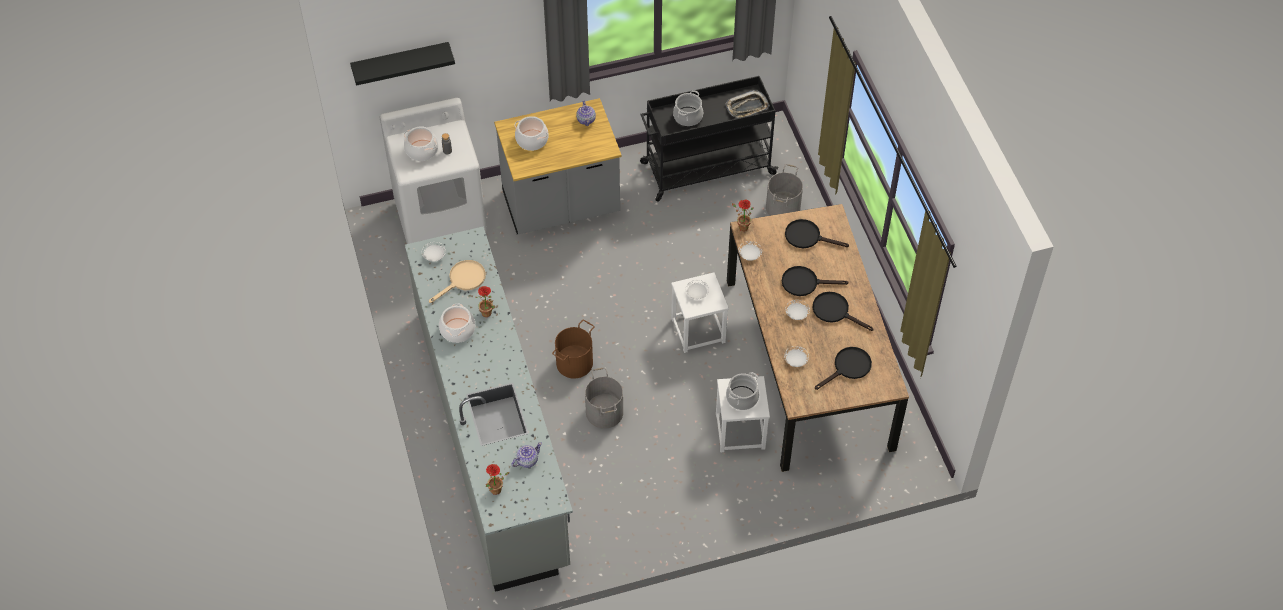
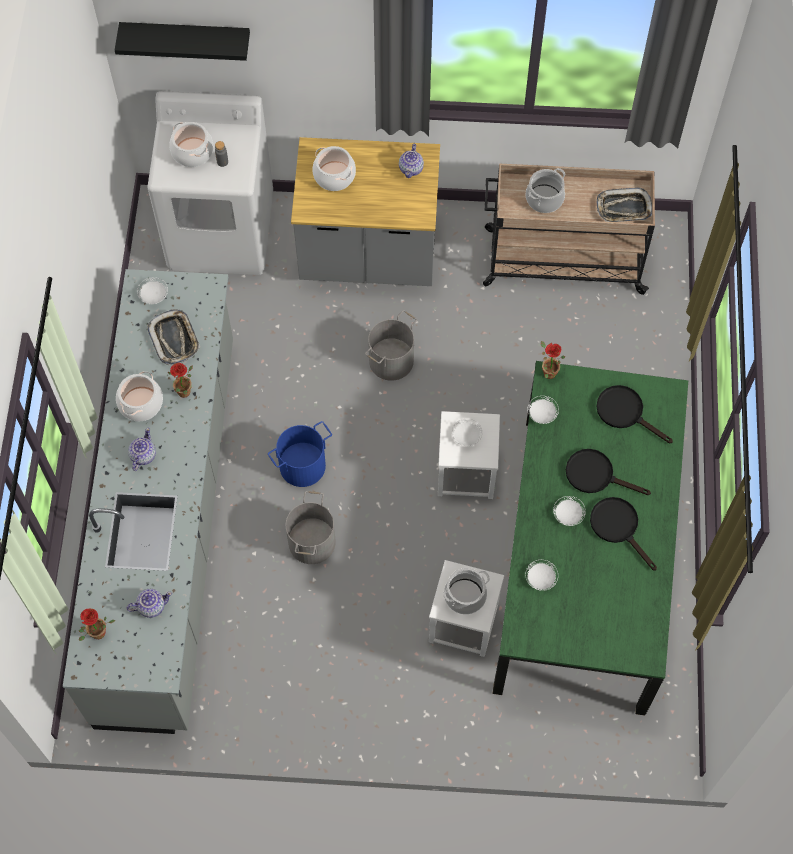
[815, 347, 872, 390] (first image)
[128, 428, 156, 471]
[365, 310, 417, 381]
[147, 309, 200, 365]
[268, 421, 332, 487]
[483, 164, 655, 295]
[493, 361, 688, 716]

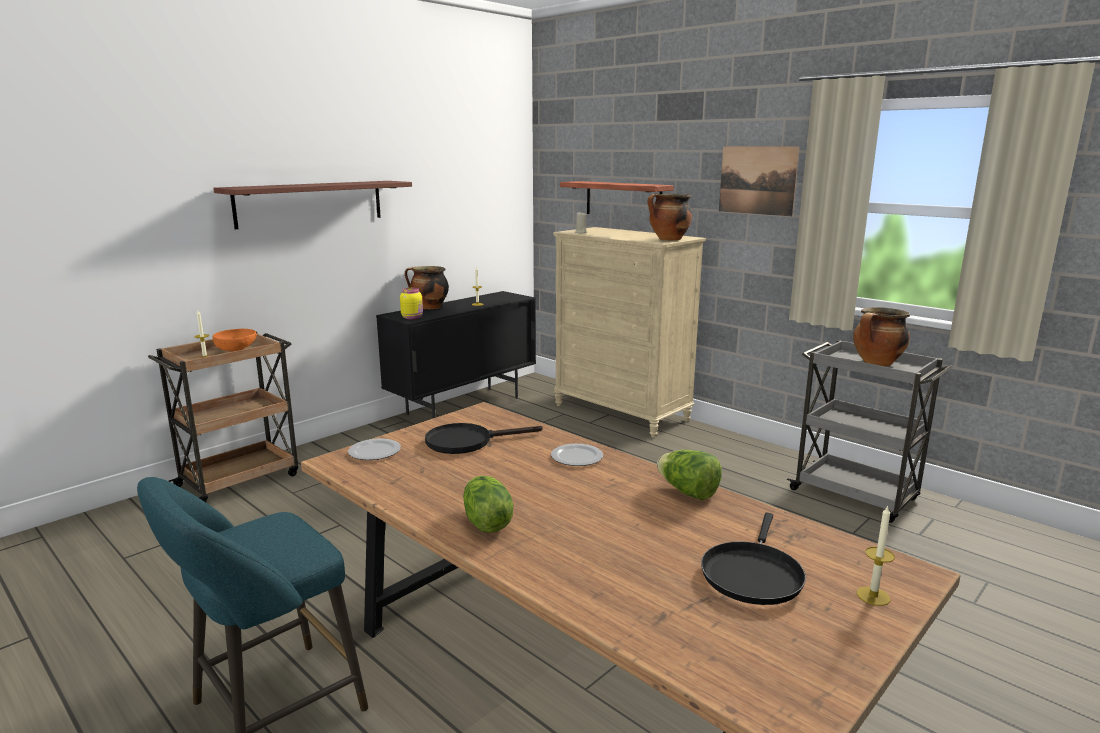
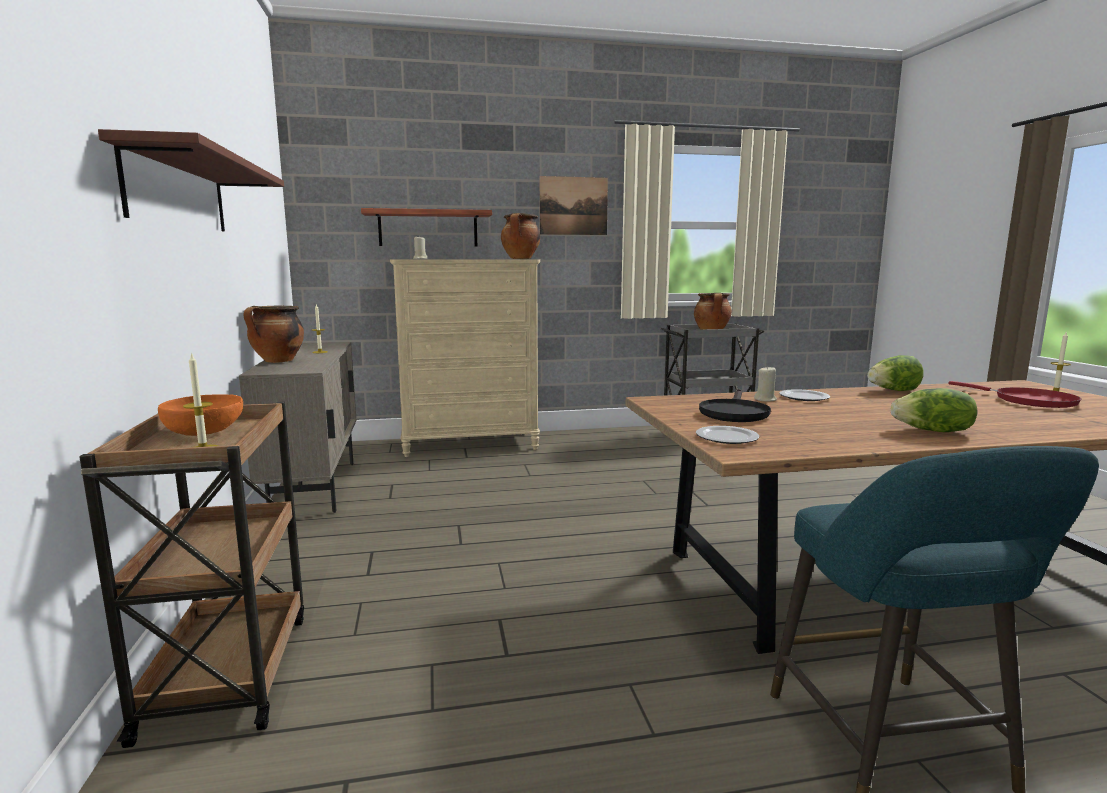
[400, 288, 423, 320] (first image)
[754, 366, 777, 402]
[239, 342, 357, 513]
[948, 381, 1081, 408]

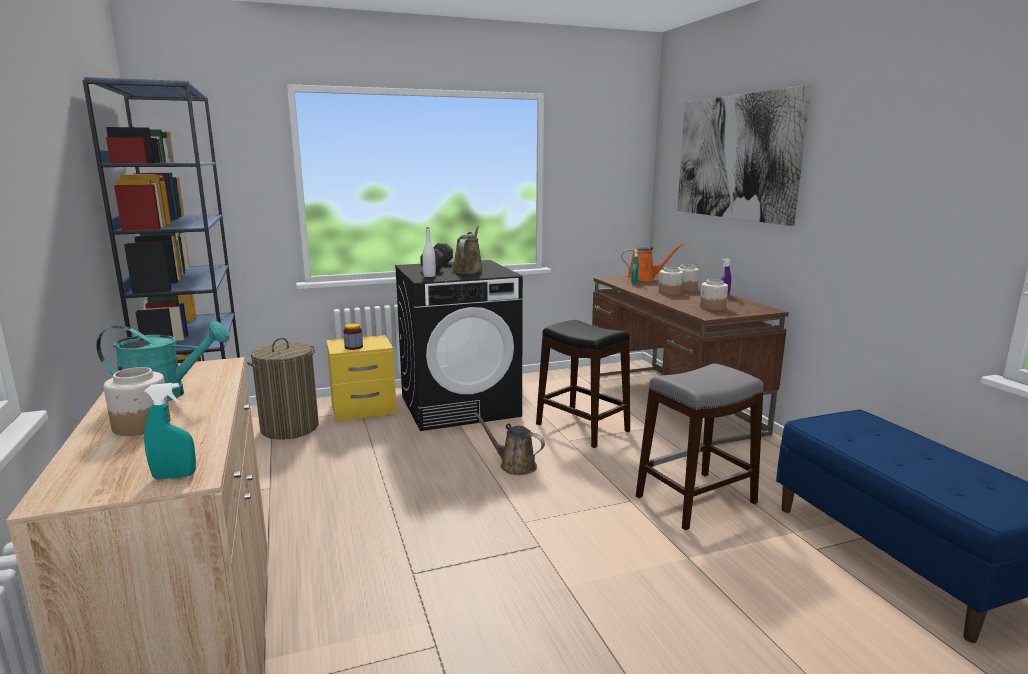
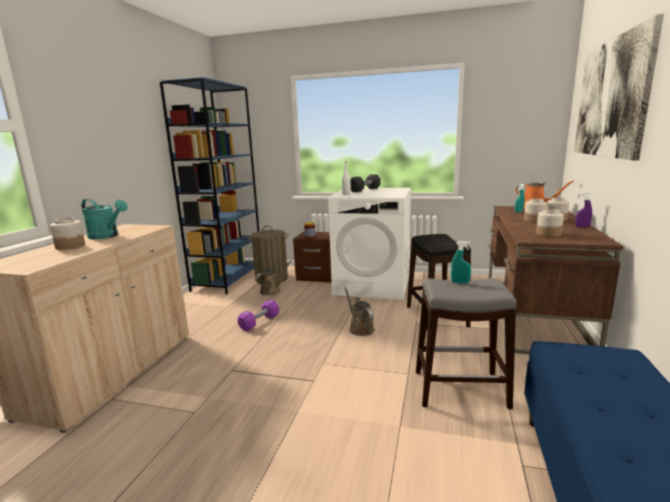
[238, 300, 279, 331]
[451, 241, 471, 284]
[255, 260, 292, 295]
[293, 232, 332, 283]
[328, 188, 411, 300]

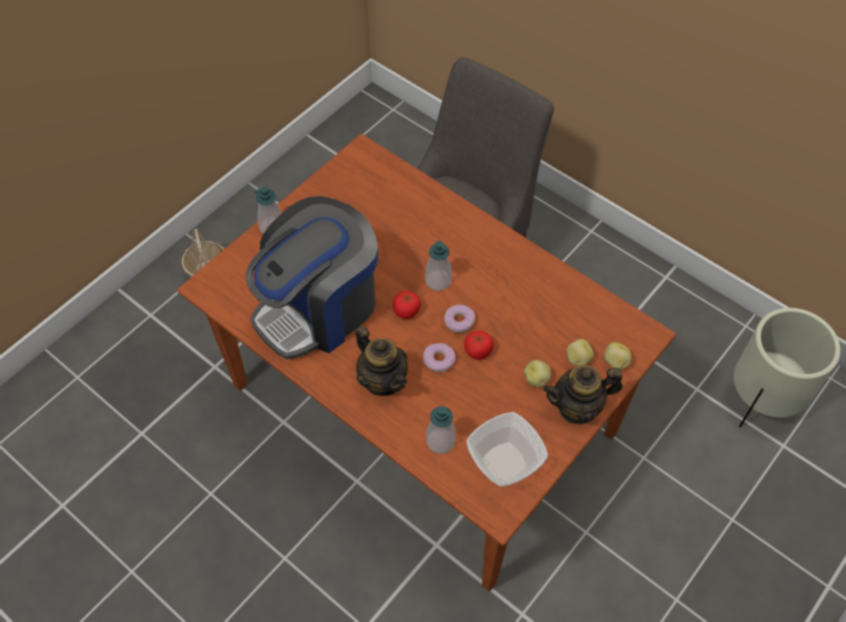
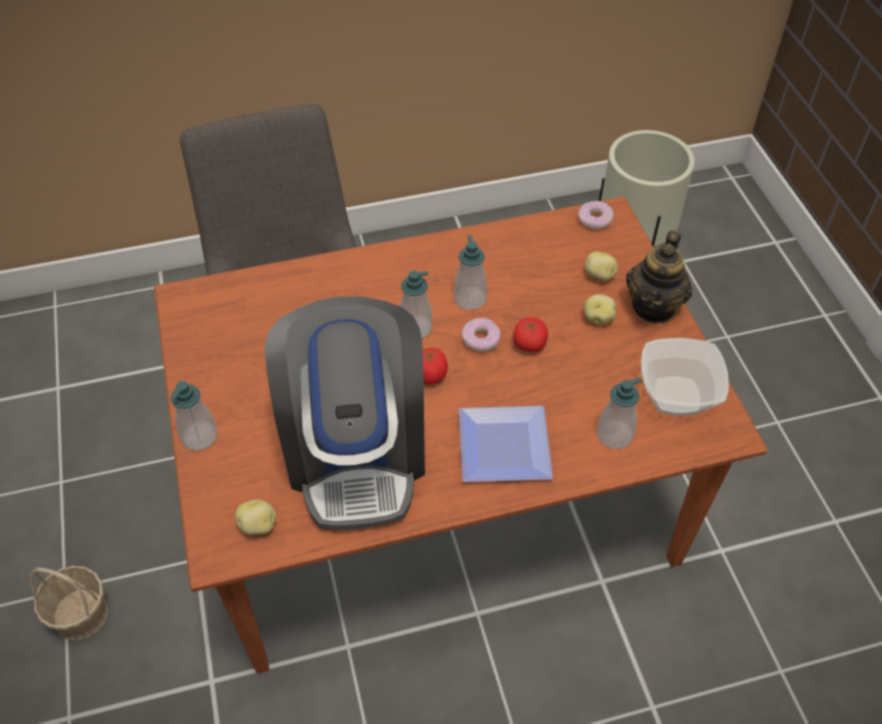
[454, 235, 487, 310]
[578, 201, 614, 230]
[235, 499, 276, 535]
[459, 406, 553, 482]

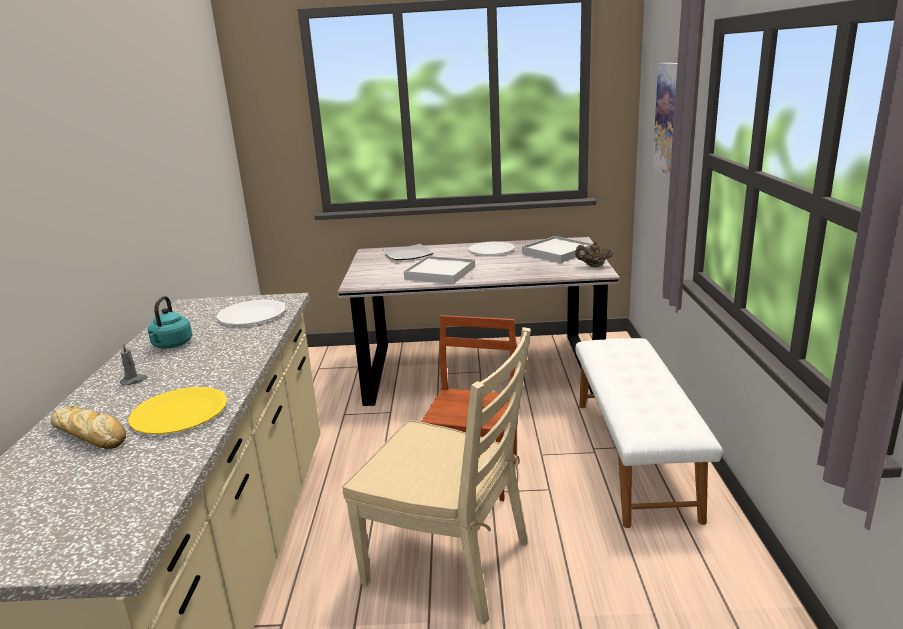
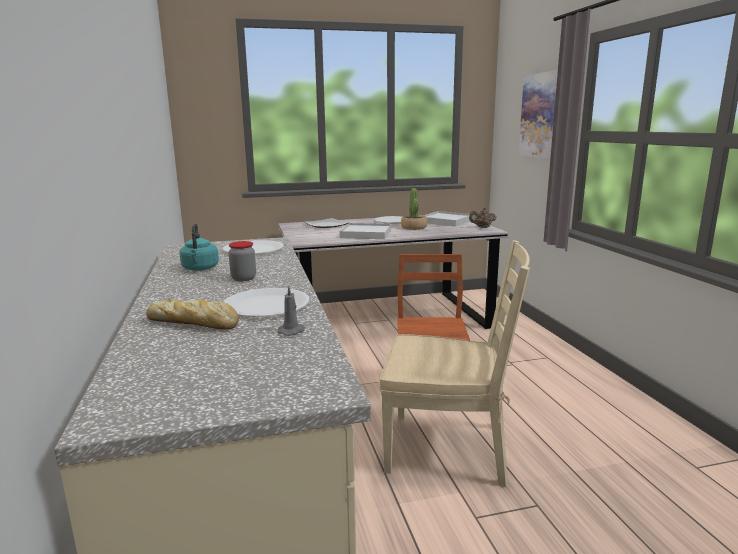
[575, 338, 723, 528] (first image)
[228, 241, 256, 281]
[401, 188, 427, 230]
[277, 286, 305, 336]
[223, 288, 309, 317]

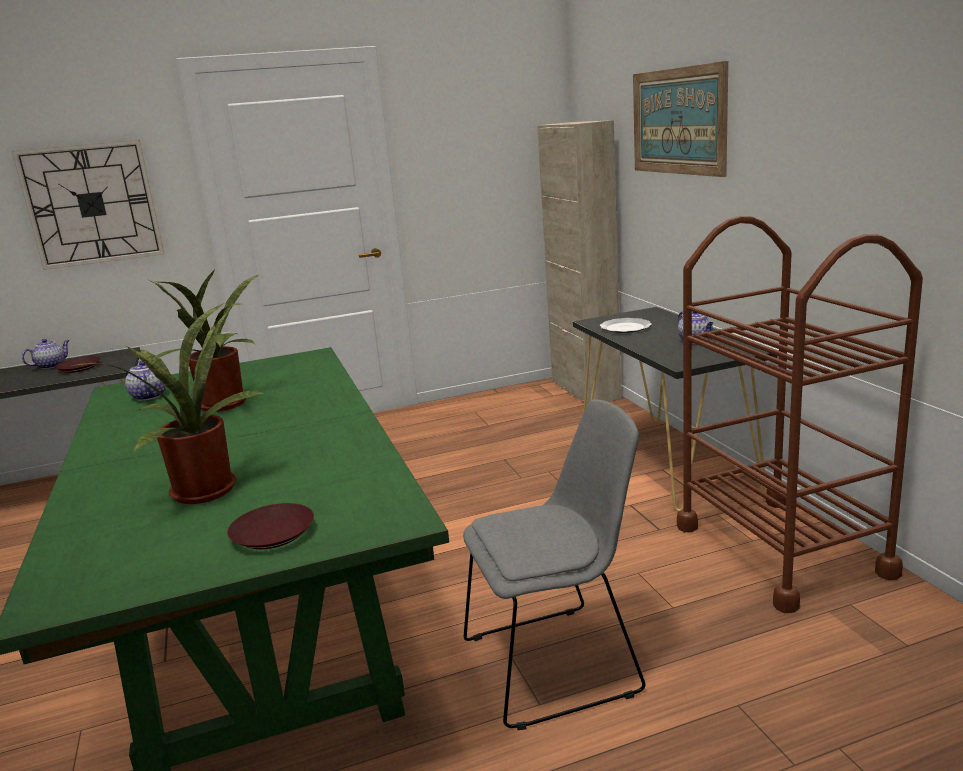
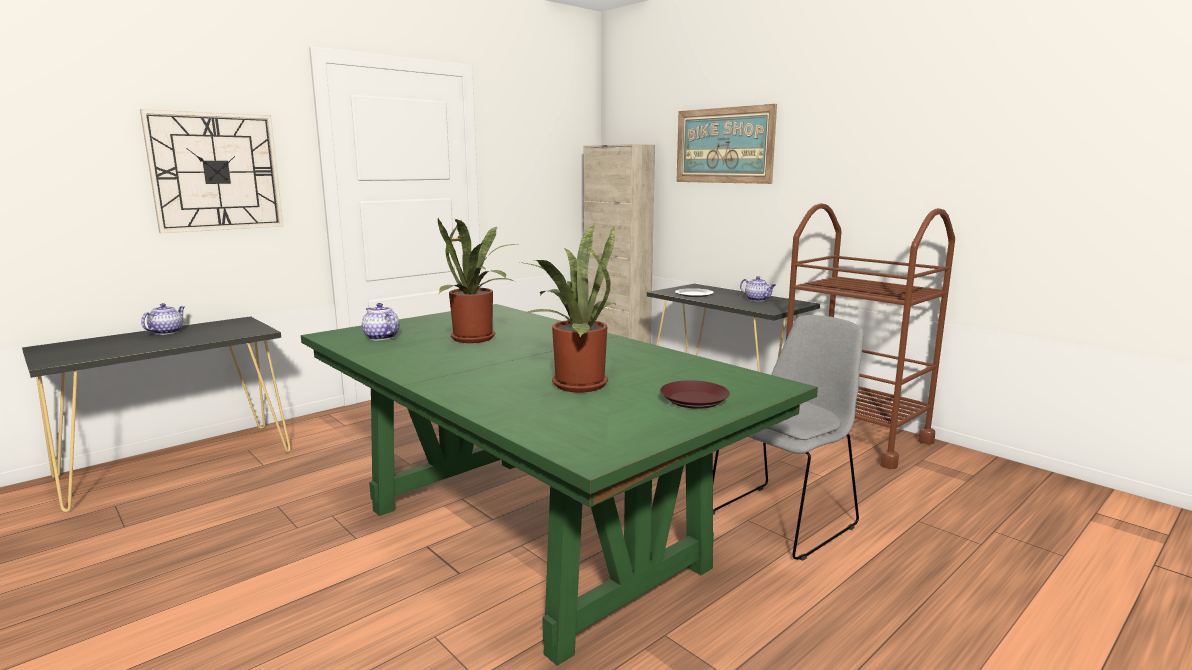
[55, 356, 100, 373] (first image)

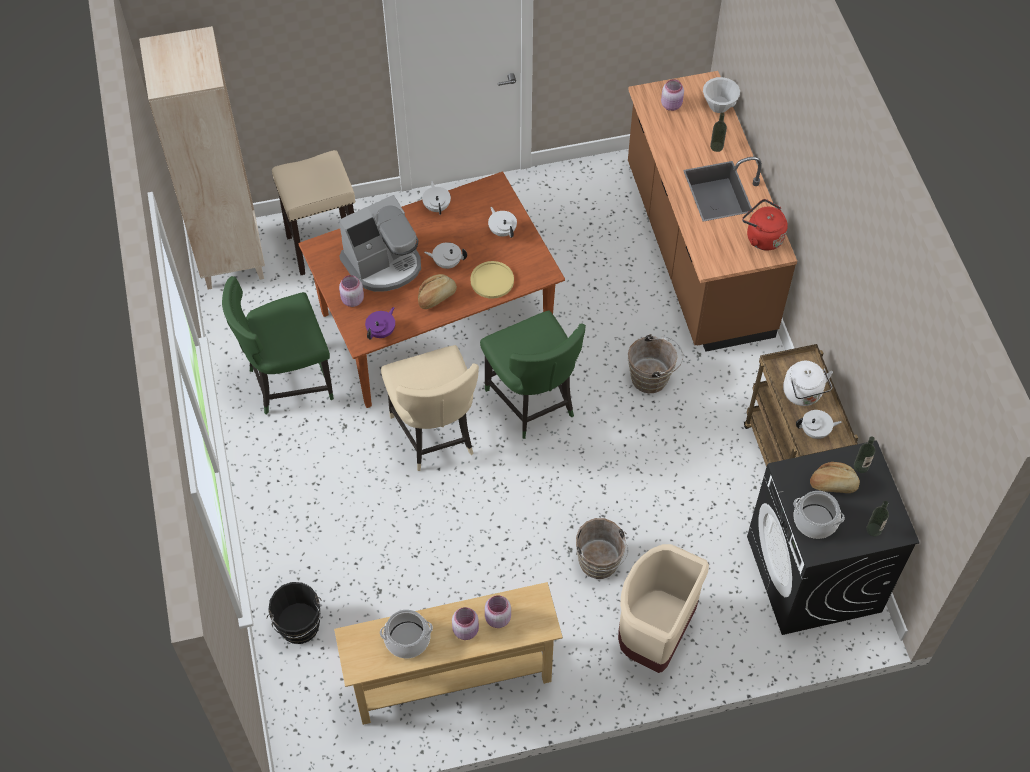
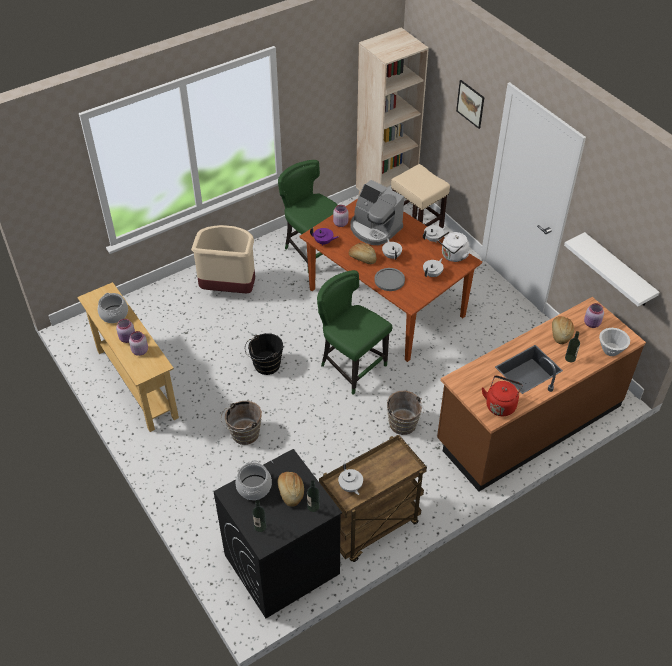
[381, 345, 479, 471] (first image)
[456, 80, 484, 129]
[552, 316, 574, 344]
[564, 232, 659, 307]
[245, 333, 283, 375]
[191, 225, 255, 293]
[438, 231, 469, 262]
[375, 268, 405, 291]
[317, 270, 392, 395]

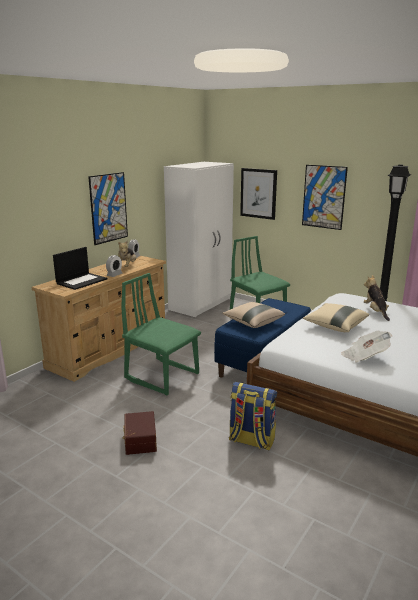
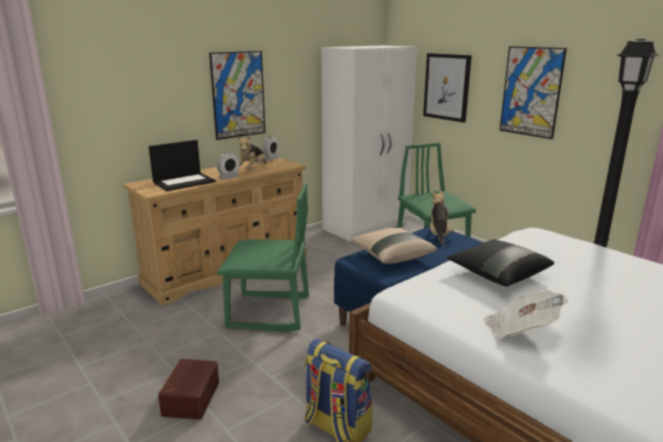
[430, 191, 454, 247]
[447, 239, 554, 286]
[217, 183, 309, 331]

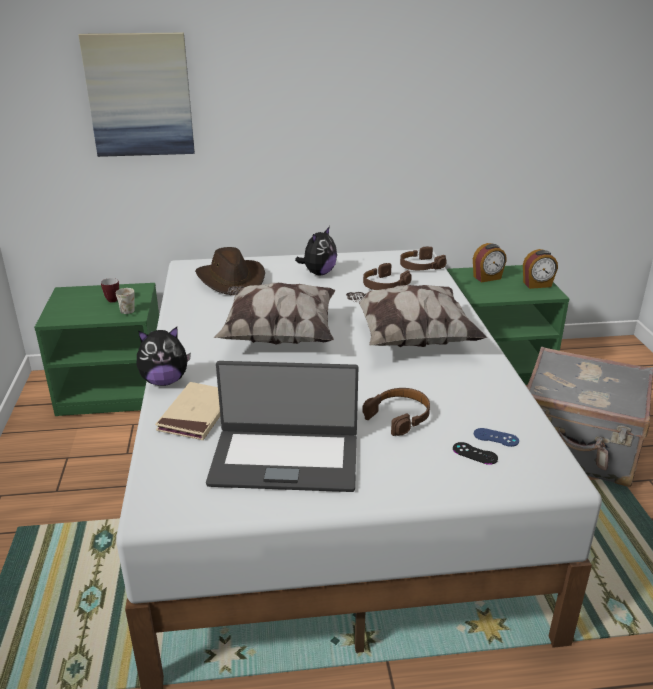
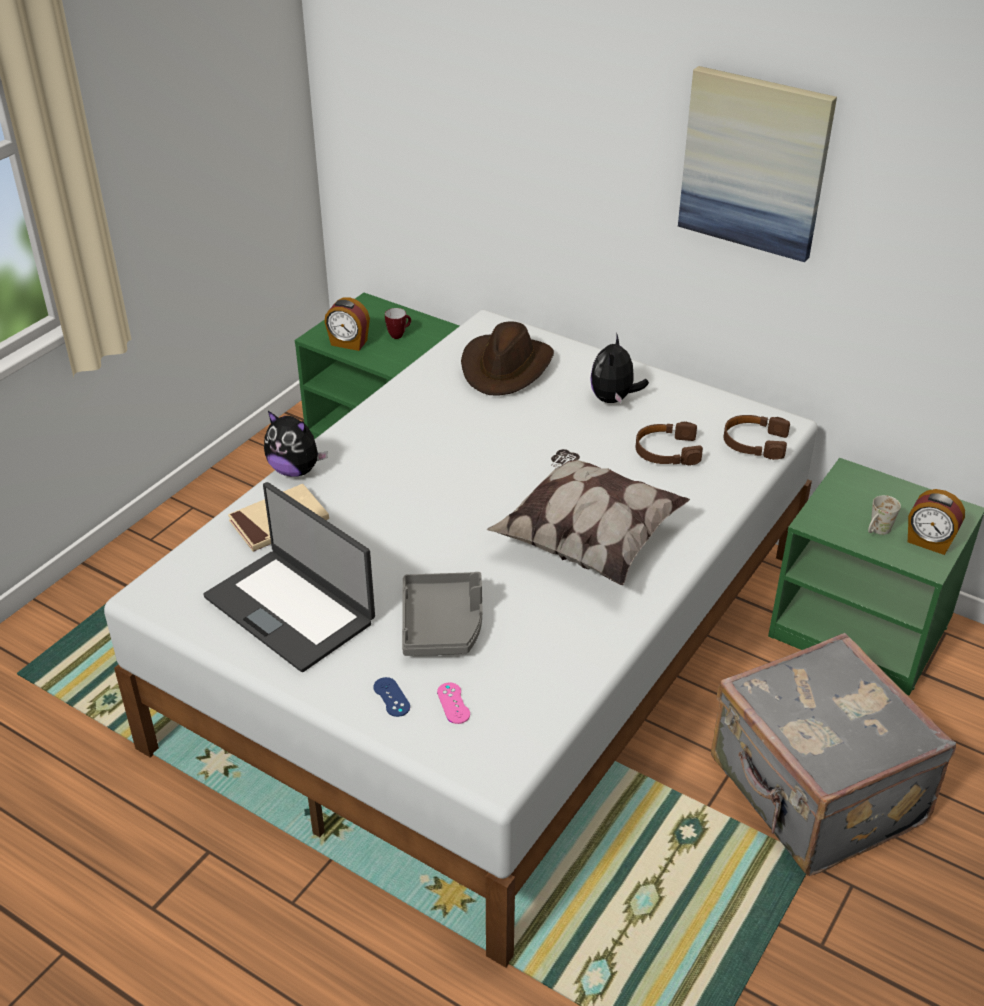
[214, 283, 335, 345] (first image)
[678, 66, 837, 262]
[868, 495, 901, 535]
[324, 297, 370, 351]
[373, 677, 410, 717]
[402, 572, 483, 656]
[437, 683, 470, 724]
[590, 334, 649, 404]

